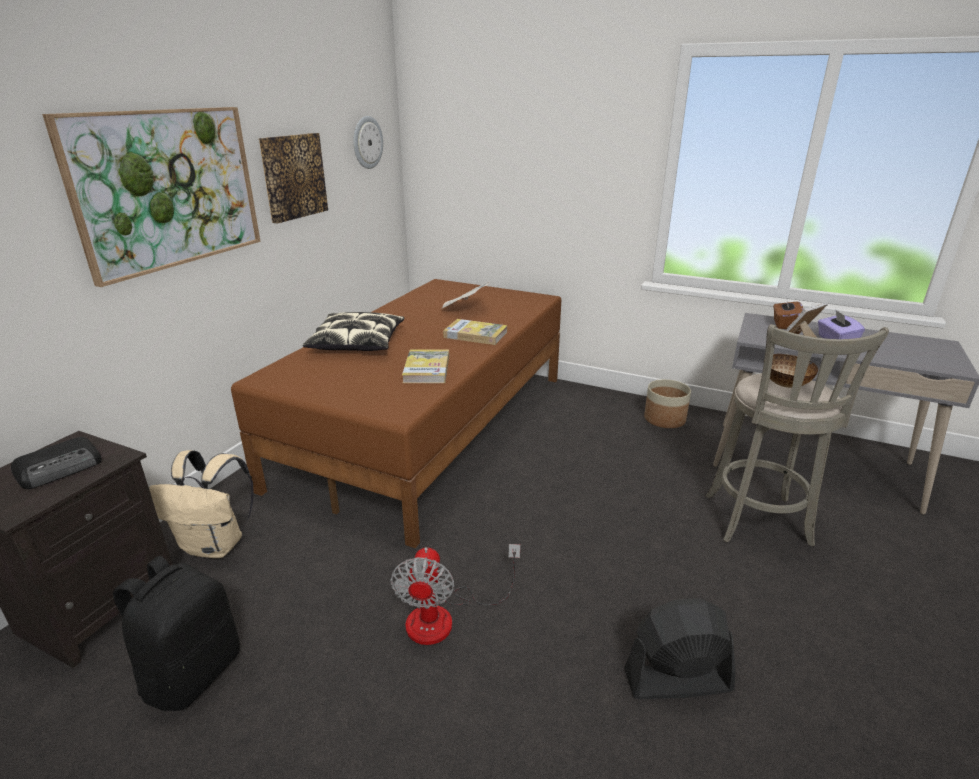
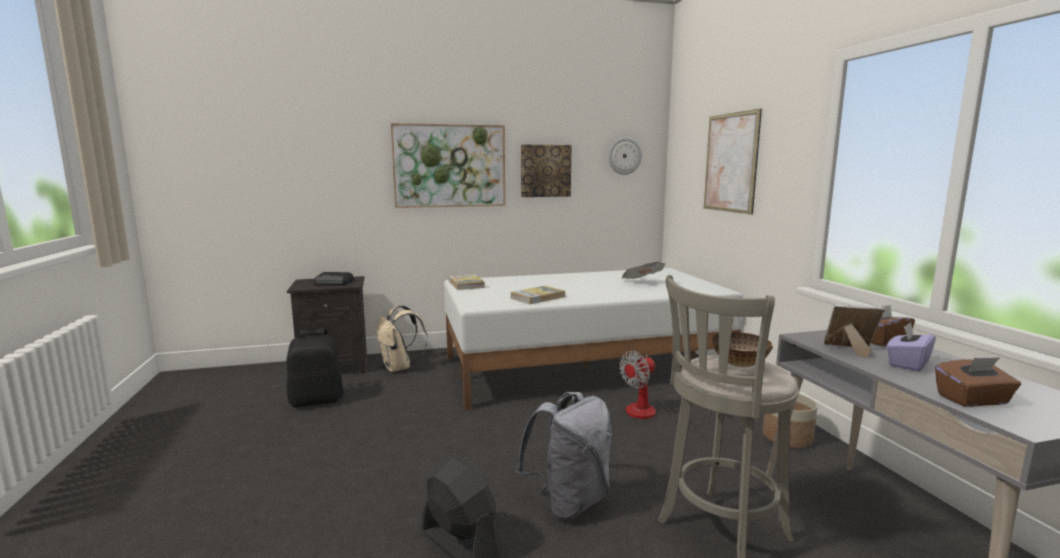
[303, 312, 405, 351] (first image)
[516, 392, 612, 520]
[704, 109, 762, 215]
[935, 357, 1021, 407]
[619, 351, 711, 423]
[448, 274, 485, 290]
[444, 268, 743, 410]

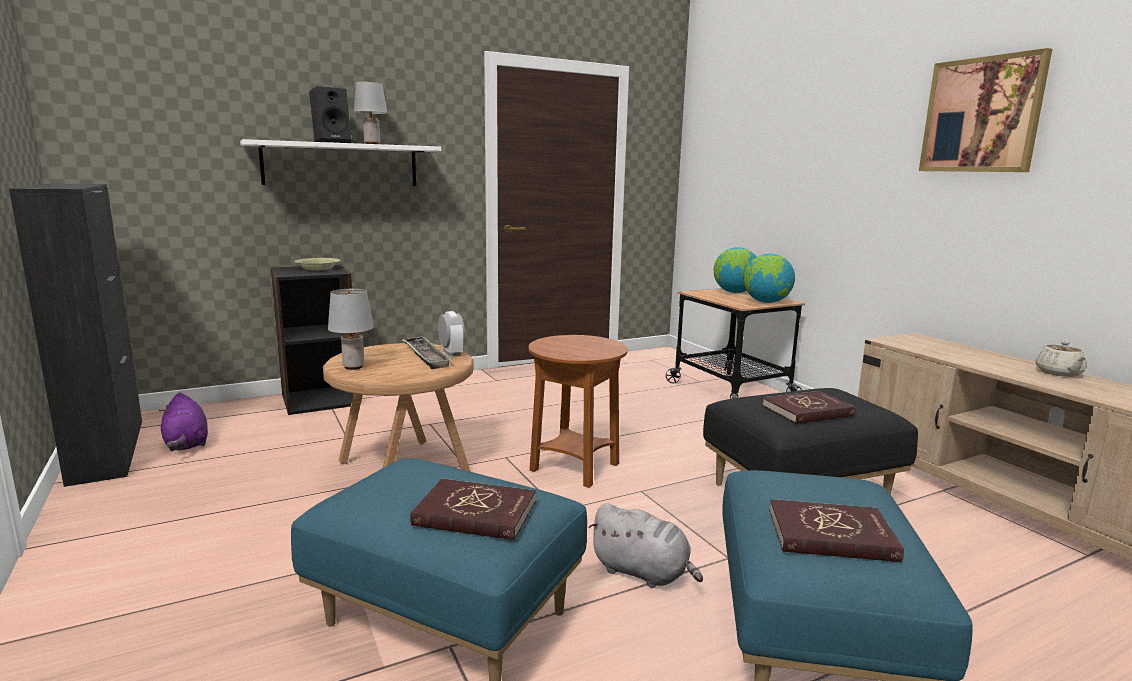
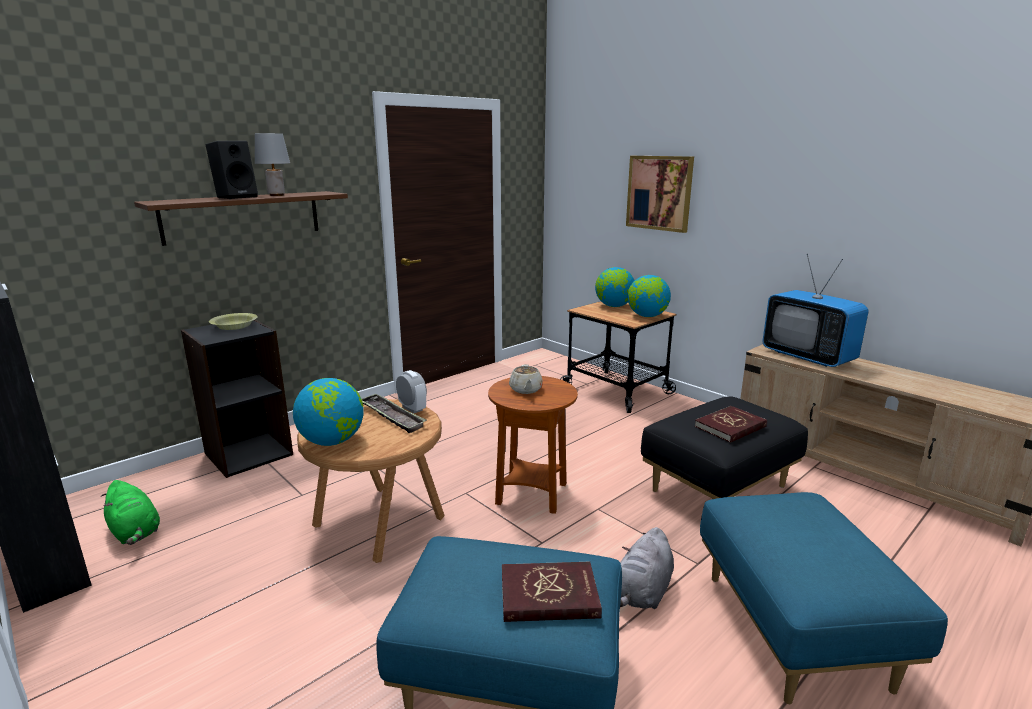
[769, 499, 904, 562] (first image)
[762, 254, 869, 367]
[626, 156, 694, 233]
[509, 364, 543, 394]
[293, 378, 364, 446]
[101, 480, 160, 545]
[134, 191, 348, 246]
[620, 527, 674, 609]

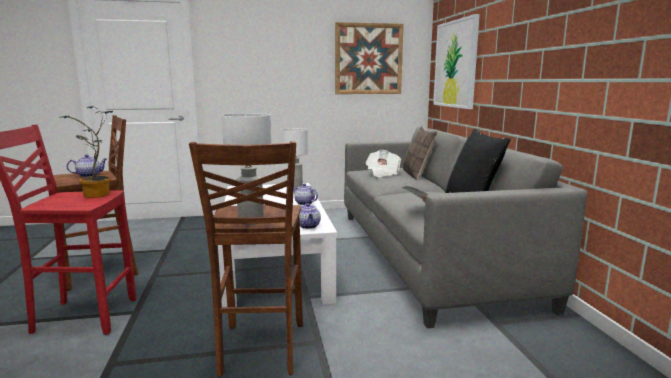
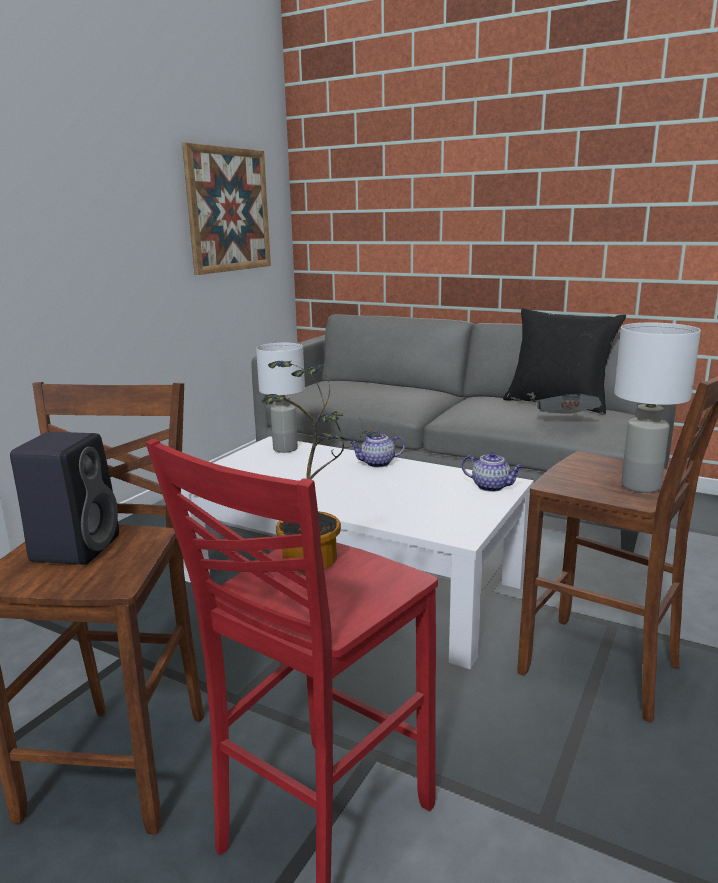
[365, 150, 401, 177] (first image)
[403, 126, 438, 180] (first image)
[433, 14, 480, 109] (first image)
[10, 432, 119, 565]

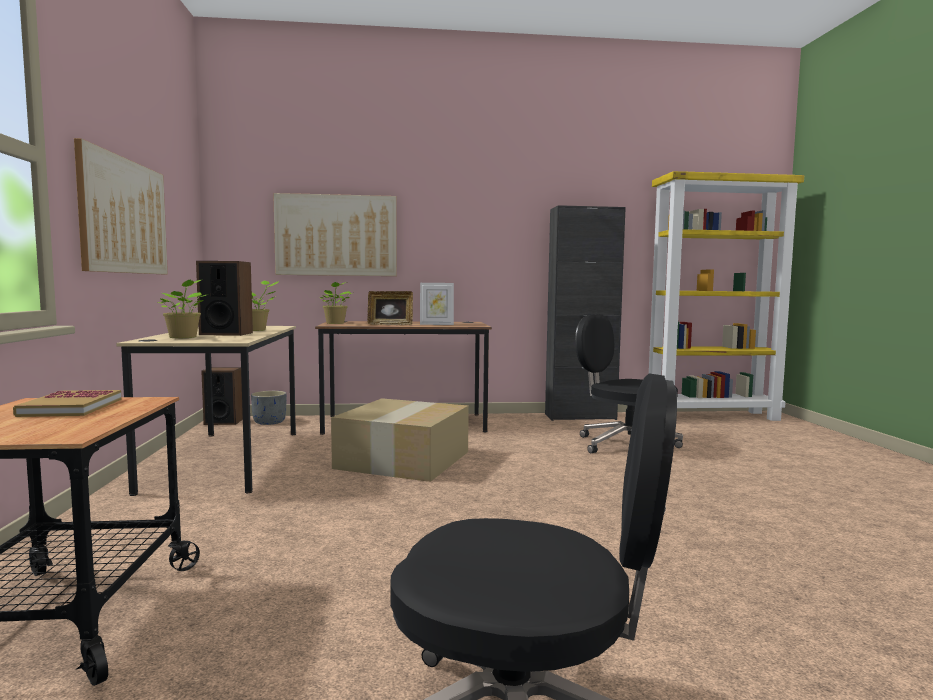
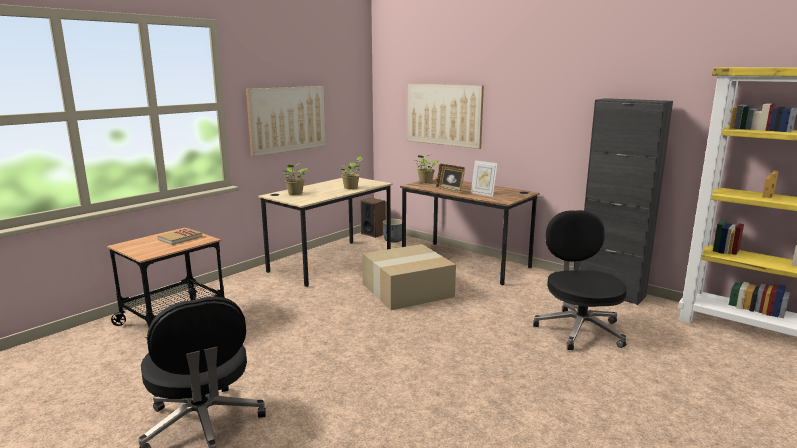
[196, 261, 253, 336] (first image)

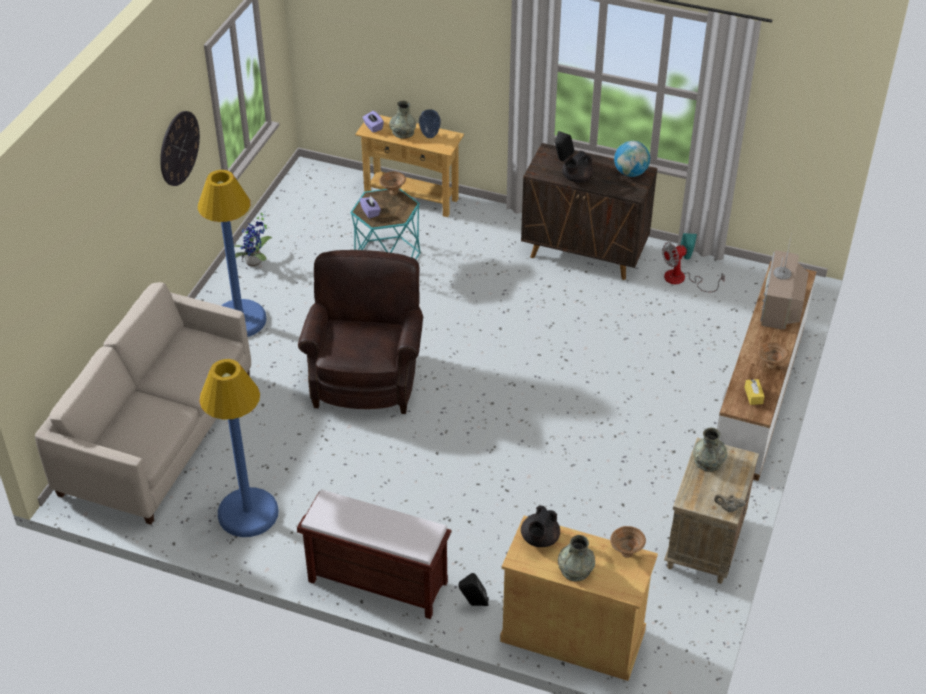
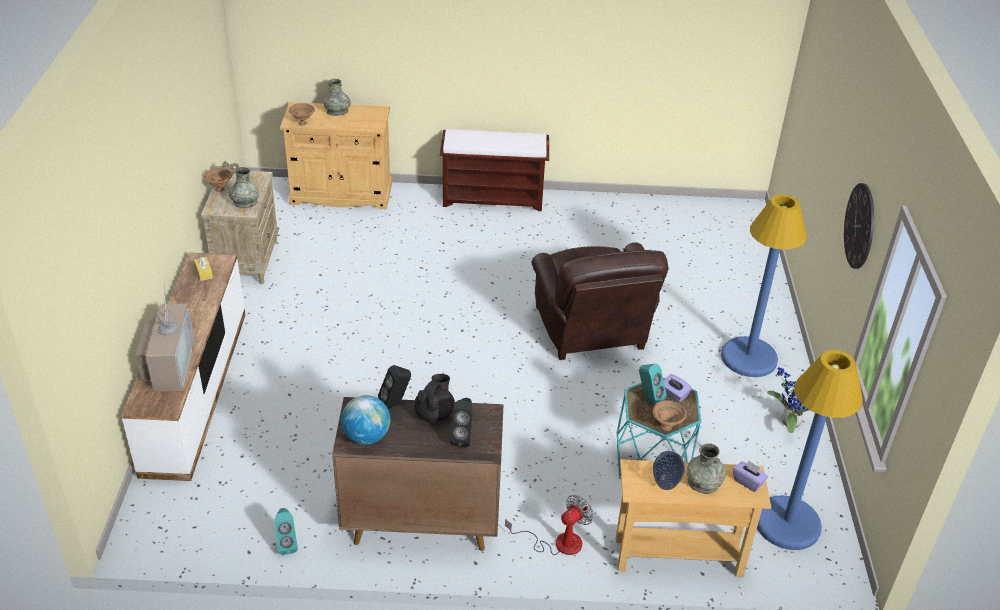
[35, 282, 251, 525] (first image)
[521, 506, 560, 547] (first image)
[639, 364, 667, 405]
[757, 350, 863, 550]
[378, 365, 411, 409]
[505, 495, 593, 555]
[204, 168, 233, 192]

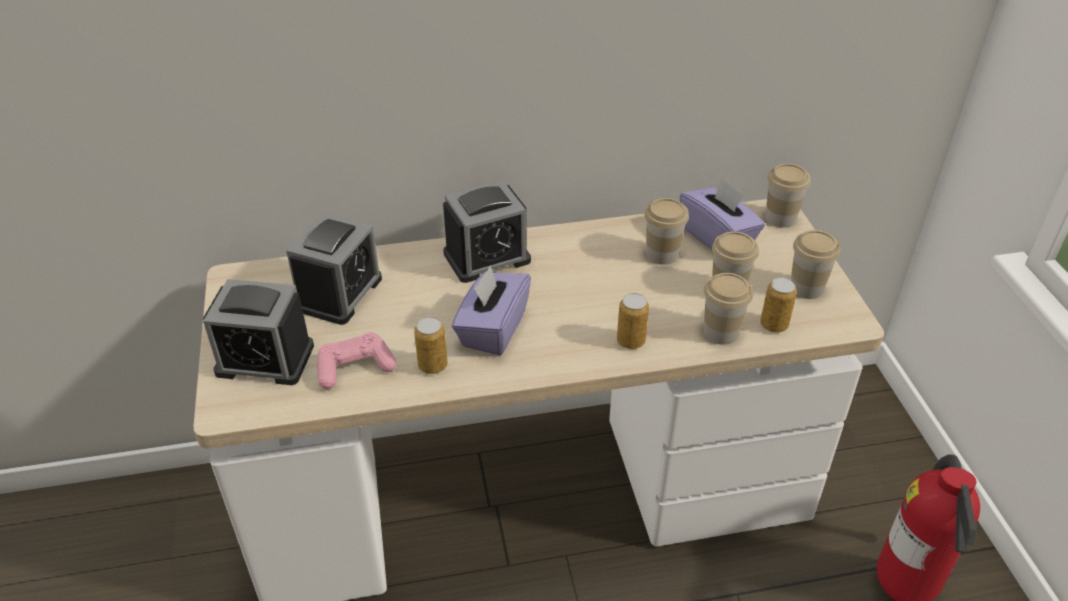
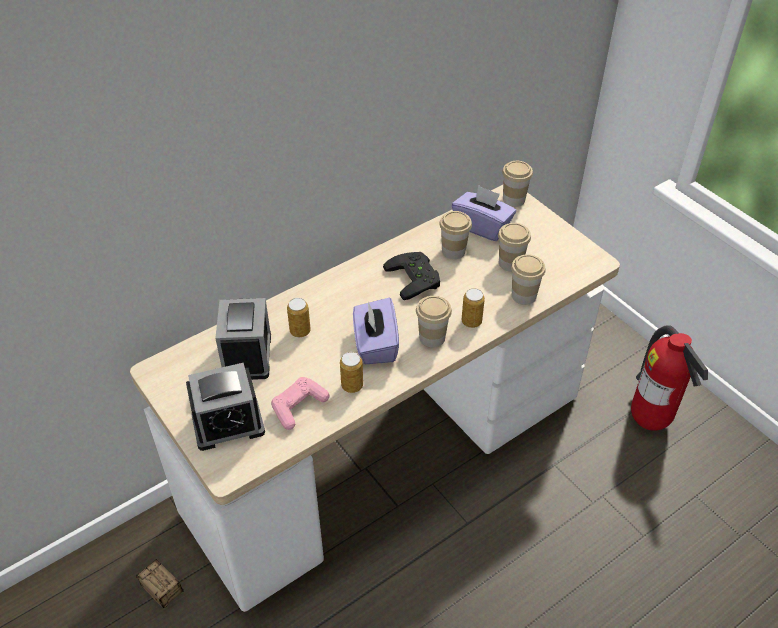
[443, 180, 531, 283] (first image)
[136, 559, 205, 609]
[383, 252, 440, 300]
[287, 298, 311, 337]
[416, 296, 452, 348]

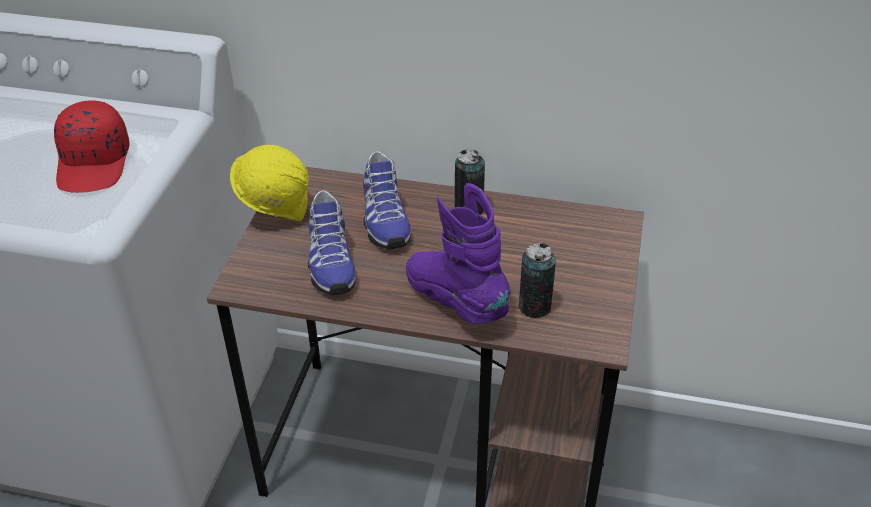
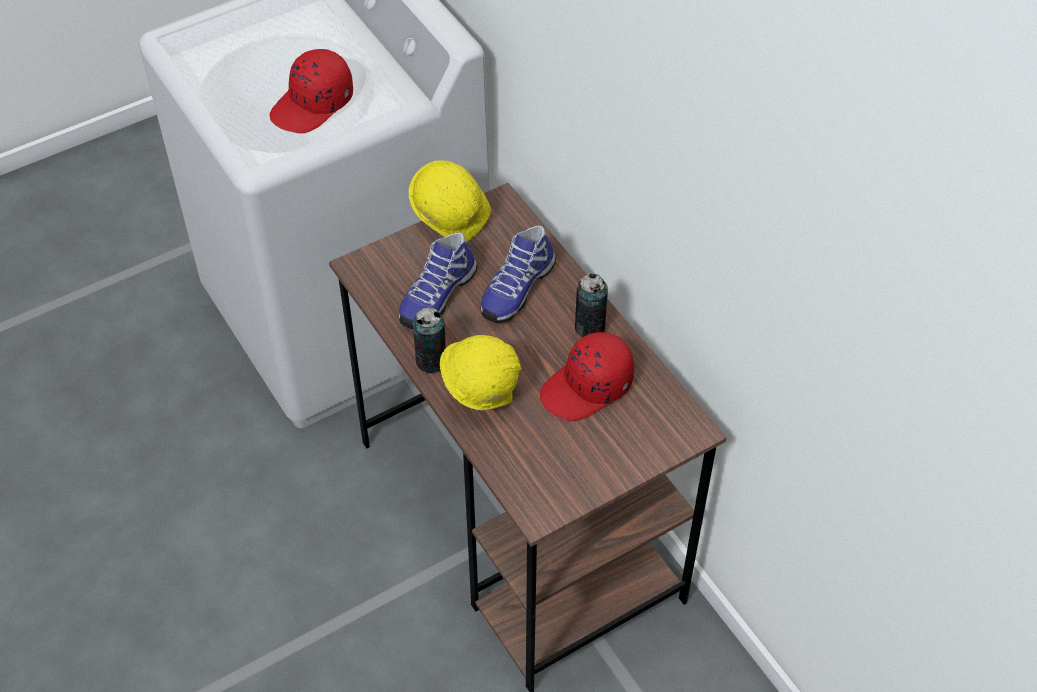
[540, 332, 634, 421]
[412, 307, 446, 373]
[440, 335, 521, 410]

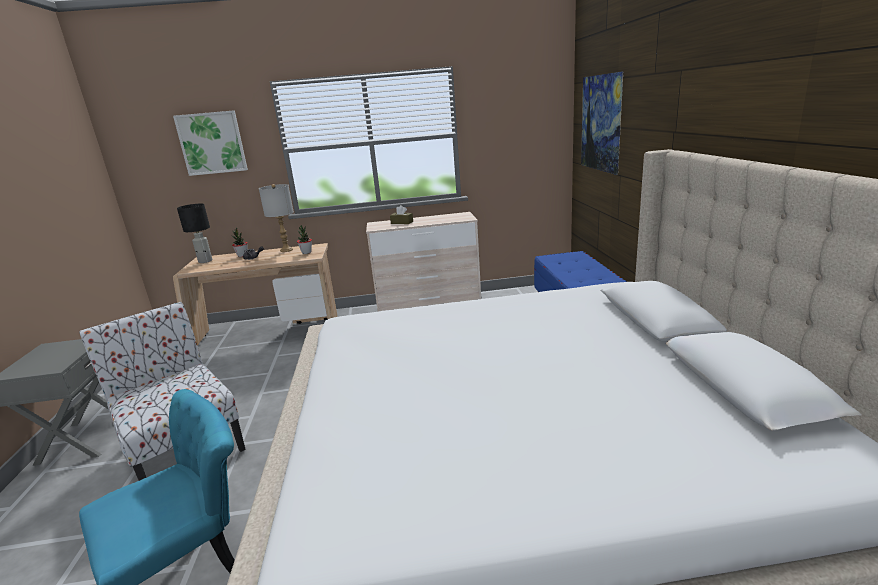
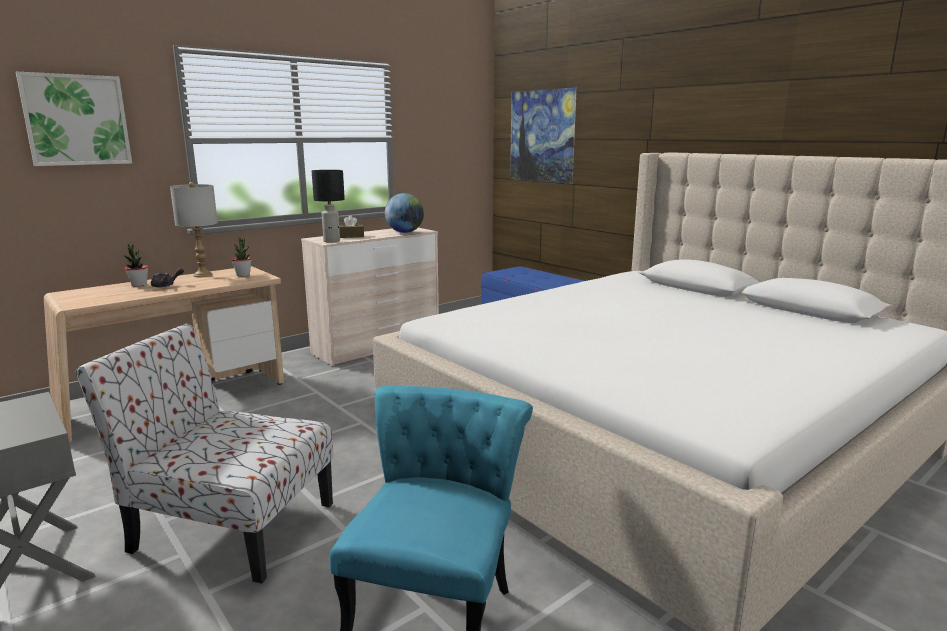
[385, 193, 424, 233]
[312, 170, 345, 243]

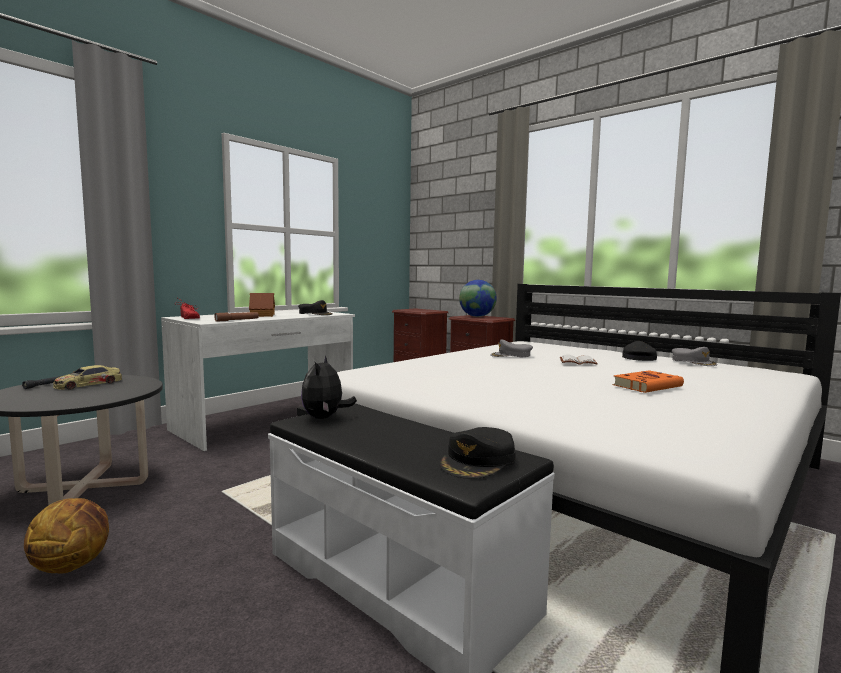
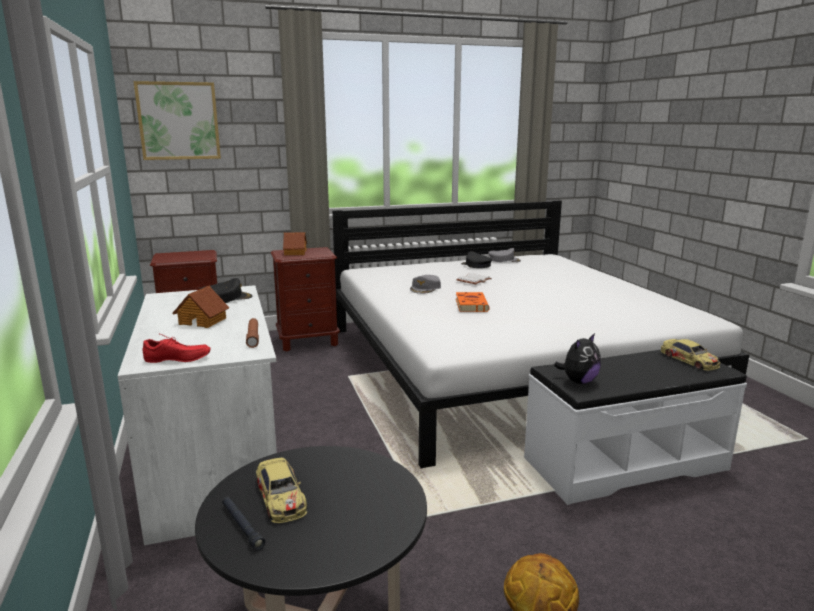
[133, 81, 221, 160]
[456, 292, 490, 312]
[661, 339, 720, 371]
[283, 232, 307, 255]
[554, 333, 601, 384]

